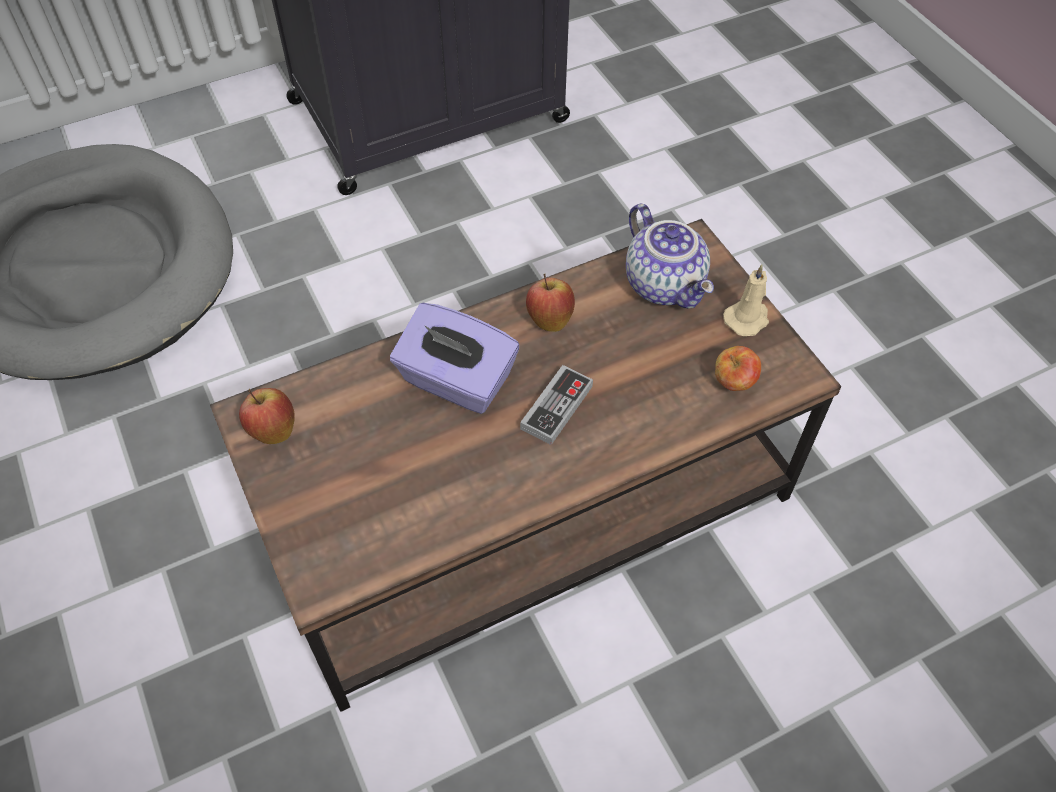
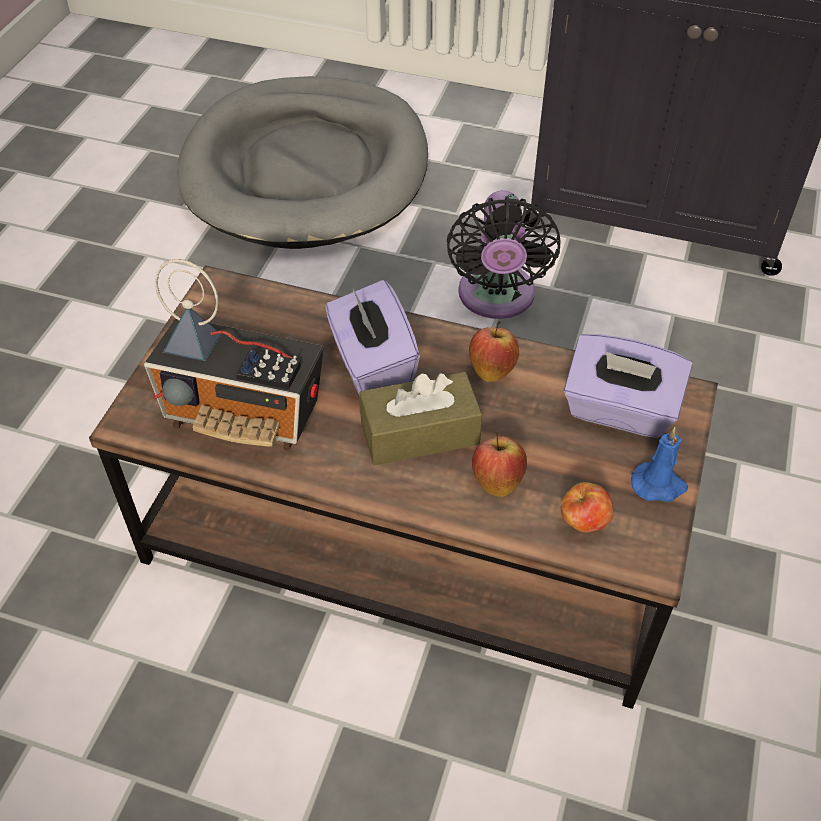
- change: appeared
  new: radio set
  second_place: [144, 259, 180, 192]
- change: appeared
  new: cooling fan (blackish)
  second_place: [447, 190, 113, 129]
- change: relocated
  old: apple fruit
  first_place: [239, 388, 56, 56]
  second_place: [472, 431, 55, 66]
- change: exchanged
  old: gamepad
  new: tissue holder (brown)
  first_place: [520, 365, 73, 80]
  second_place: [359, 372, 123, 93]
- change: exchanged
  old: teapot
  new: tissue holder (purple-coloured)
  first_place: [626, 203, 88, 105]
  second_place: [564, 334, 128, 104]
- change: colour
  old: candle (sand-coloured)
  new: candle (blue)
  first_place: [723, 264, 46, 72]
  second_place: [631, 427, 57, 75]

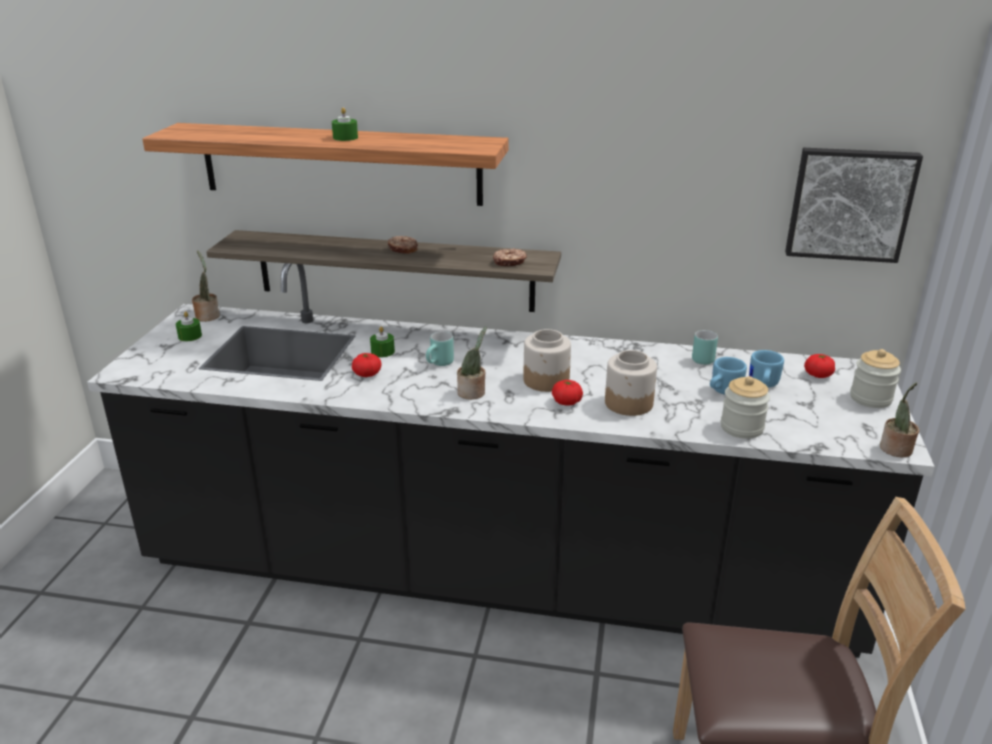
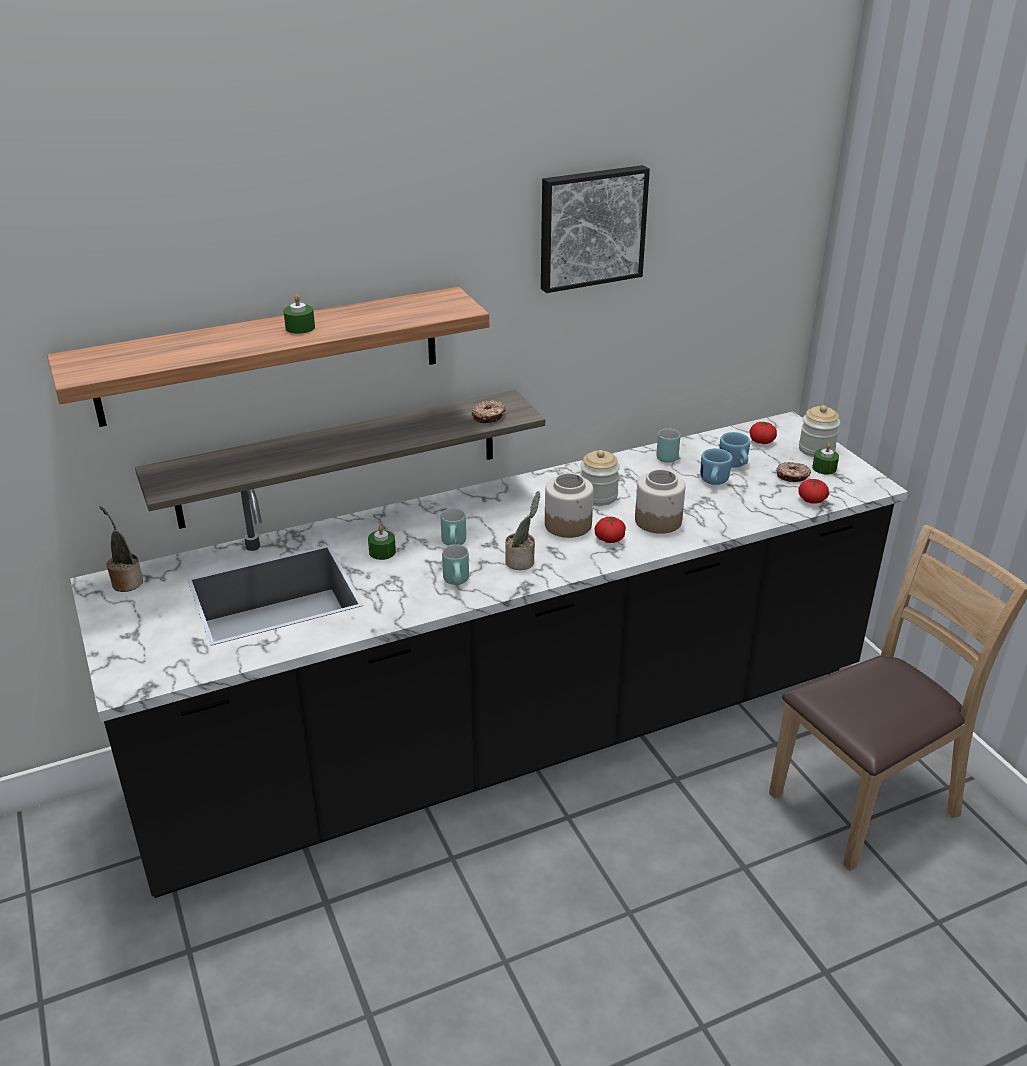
- change: missing
  old: potted plant
  first_place: [880, 382, 39, 76]
- change: appeared
  new: coffee mug (blue-green)
  second_place: [442, 544, 27, 42]
- change: relocated
  old: candle (greenish)
  first_place: [176, 311, 26, 30]
  second_place: [812, 443, 27, 32]
- change: relocated
  old: tomato
  first_place: [352, 353, 29, 24]
  second_place: [798, 479, 31, 25]
- change: relocated
  old: donut
  first_place: [388, 236, 30, 18]
  second_place: [777, 462, 34, 20]
- change: relocated
  old: preserve jar
  first_place: [721, 376, 49, 63]
  second_place: [580, 450, 40, 56]
- change: relocated
  old: wall picture
  first_place: [785, 148, 138, 115]
  second_place: [541, 165, 109, 128]

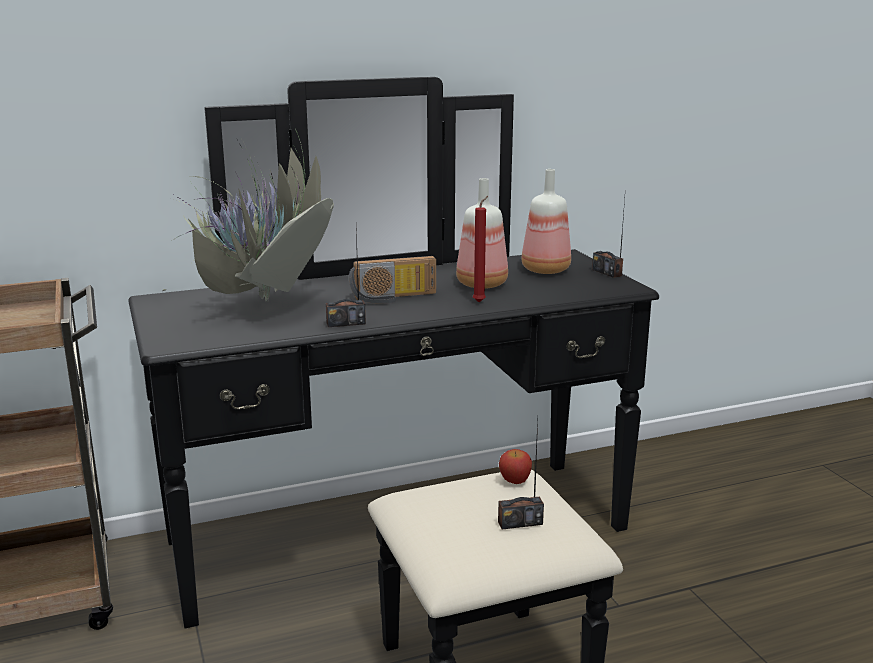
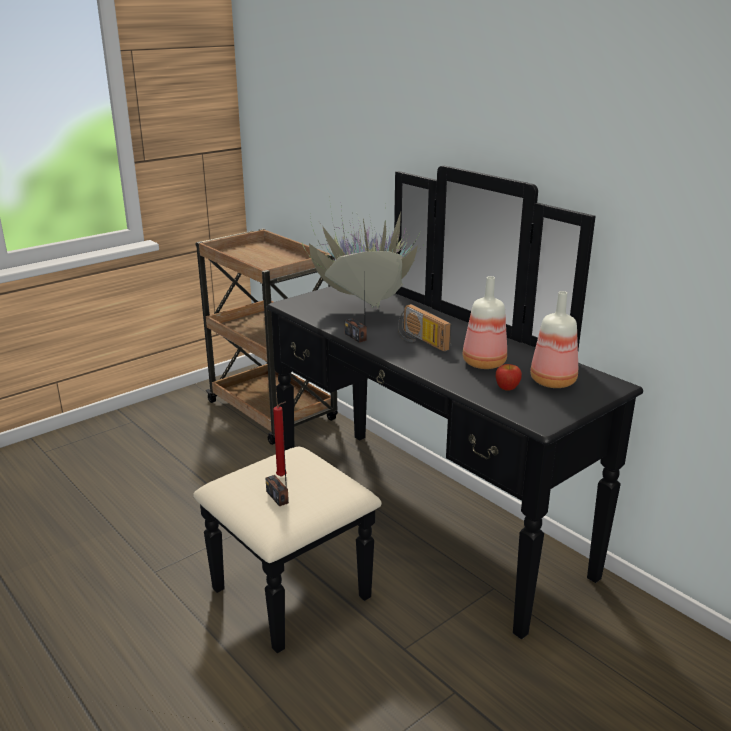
- change: missing
  old: radio set
  first_place: [592, 199, 33, 79]
- change: relocated
  old: candle (reddish)
  first_place: [473, 196, 15, 106]
  second_place: [273, 402, 14, 75]
- change: relocated
  old: apple fruit
  first_place: [499, 449, 33, 35]
  second_place: [496, 364, 26, 27]

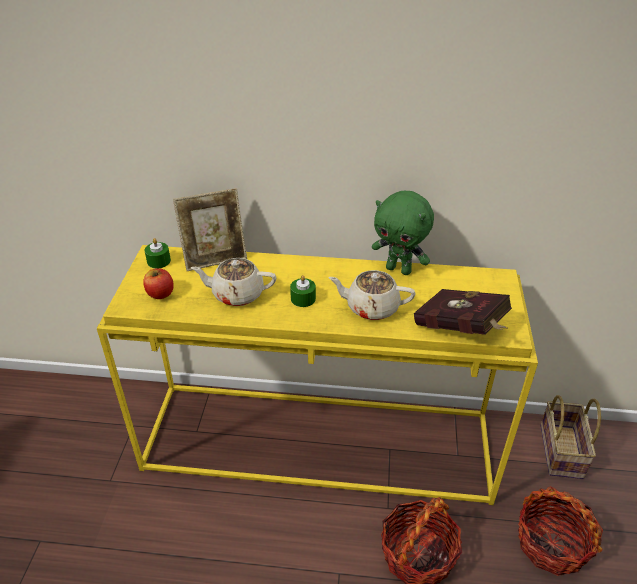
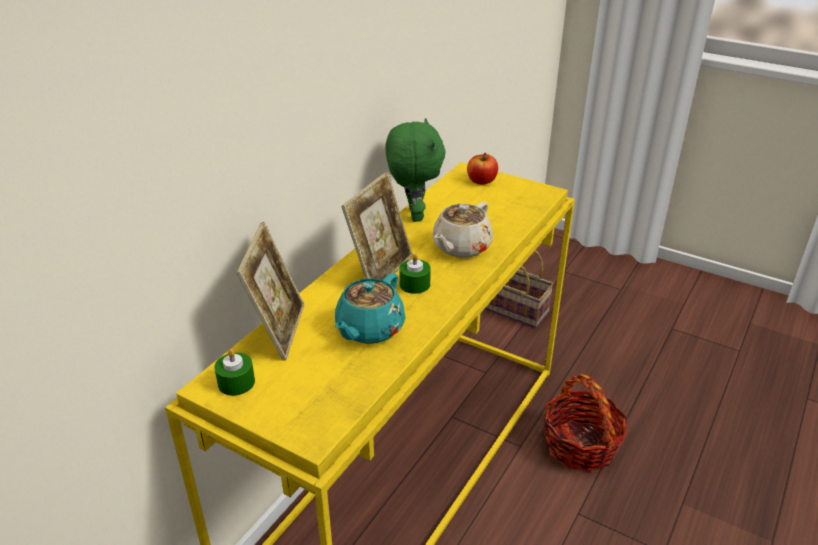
- change: missing
  old: book (reddish)
  first_place: [414, 289, 98, 46]
- change: missing
  old: basket
  first_place: [518, 486, 85, 90]
- change: appeared
  new: photo frame
  second_place: [341, 172, 72, 108]
- change: relocated
  old: apple fruit
  first_place: [143, 268, 31, 31]
  second_place: [467, 153, 31, 32]
- change: colour
  old: teapot (sand-coloured)
  new: teapot (blue-green)
  first_place: [191, 258, 85, 48]
  second_place: [335, 273, 70, 71]
- change: spun
  old: plush toy (greenish)
  first_place: [372, 191, 62, 84]
  second_place: [385, 118, 61, 104]
  degrees: -60

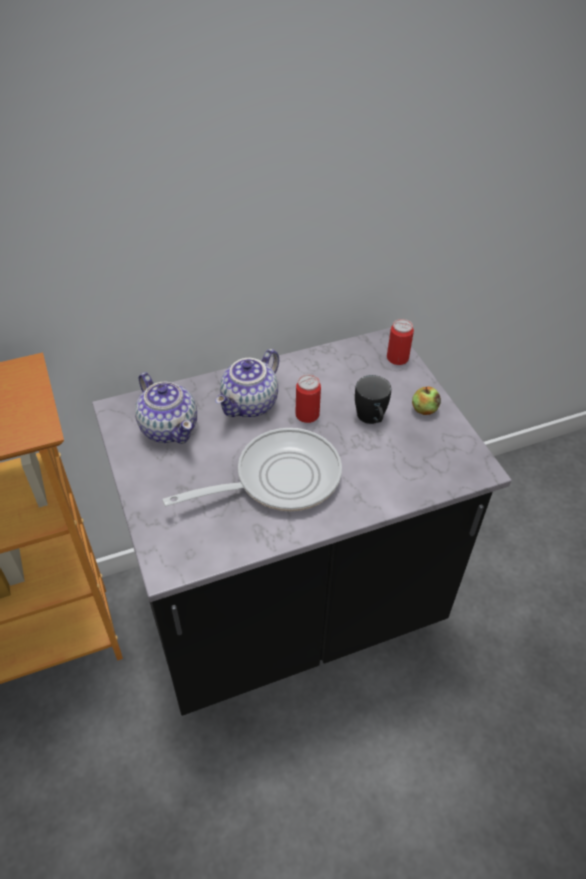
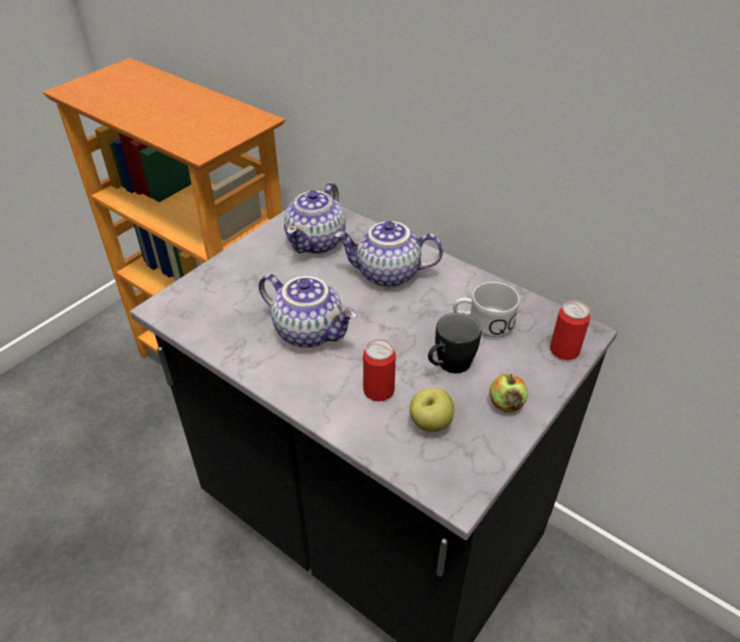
- change: appeared
  new: apple fruit
  second_place: [410, 387, 44, 45]
- change: appeared
  new: coffee mug (white)
  second_place: [453, 282, 67, 56]
- change: relocated
  old: metal can
  first_place: [296, 375, 25, 48]
  second_place: [363, 339, 33, 62]
- change: exchanged
  old: pan
  new: teapot
  first_place: [162, 428, 180, 83]
  second_place: [259, 274, 98, 74]

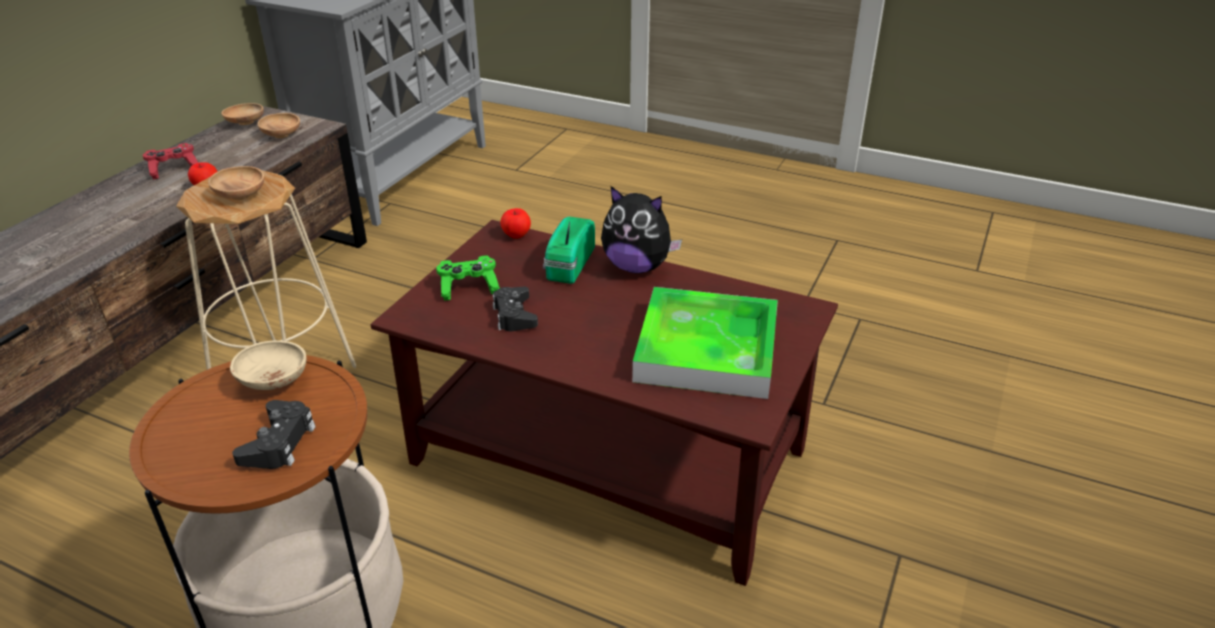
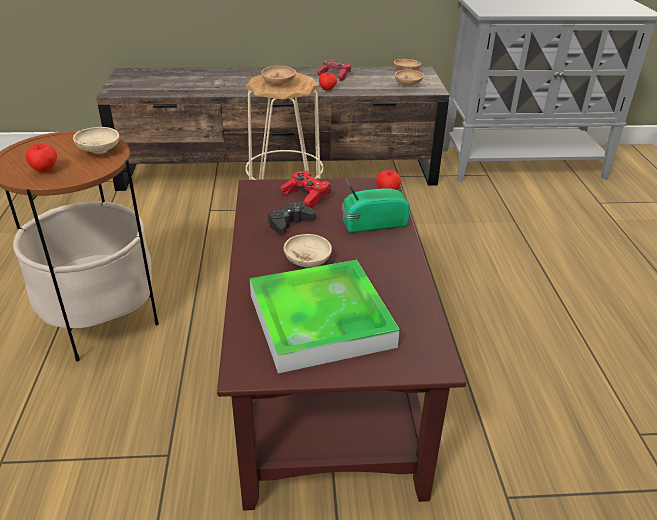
- change: missing
  old: plush toy
  first_place: [601, 186, 81, 87]
- change: appeared
  new: serving bowl (sand-coloured)
  second_place: [284, 234, 48, 33]
- change: exchanged
  old: gamepad (blackish)
  new: apple fruit
  first_place: [232, 400, 84, 69]
  second_place: [26, 144, 31, 28]
- change: colour
  old: gamepad (greenish)
  new: gamepad (reddish)
  first_place: [436, 255, 64, 46]
  second_place: [280, 171, 51, 37]

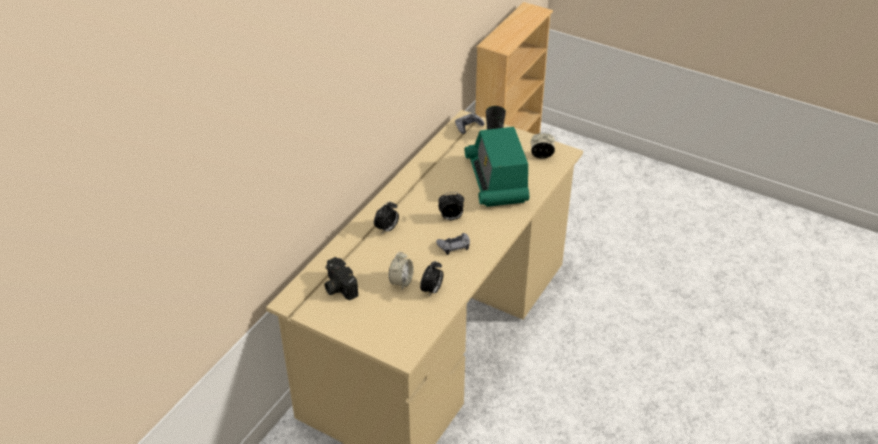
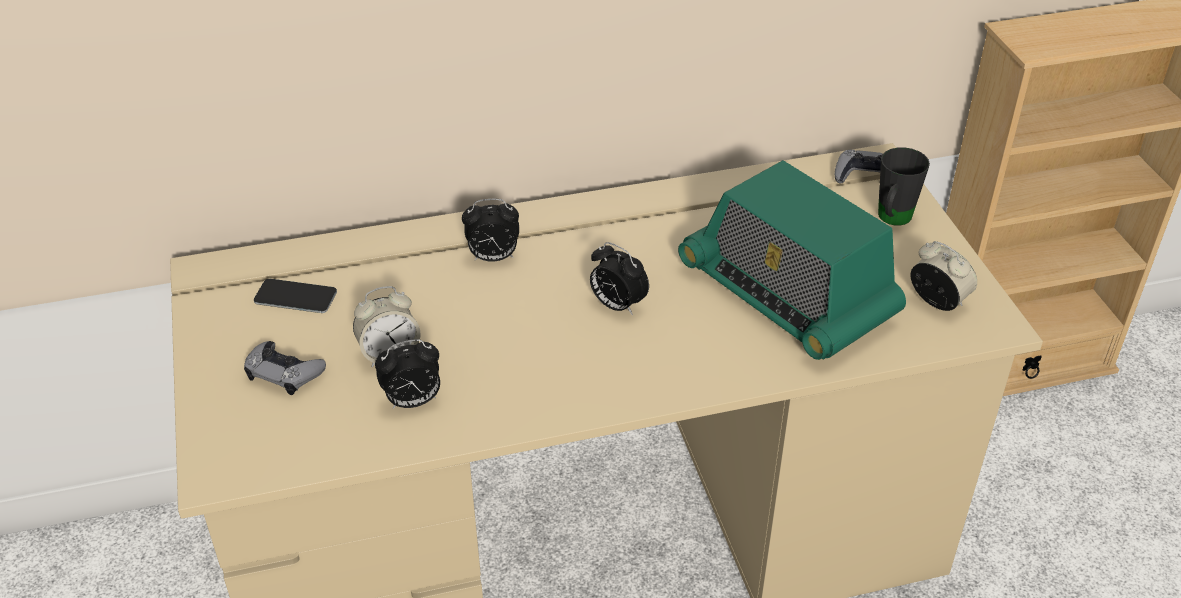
- change: relocated
  old: gamepad (greyish)
  first_place: [436, 233, 34, 22]
  second_place: [244, 341, 82, 54]
- change: exchanged
  old: still camera
  new: handset
  first_place: [325, 257, 33, 44]
  second_place: [254, 279, 83, 34]
- change: spun
  old: radio set
  first_place: [465, 127, 64, 80]
  second_place: [678, 160, 228, 200]
  degrees: -75

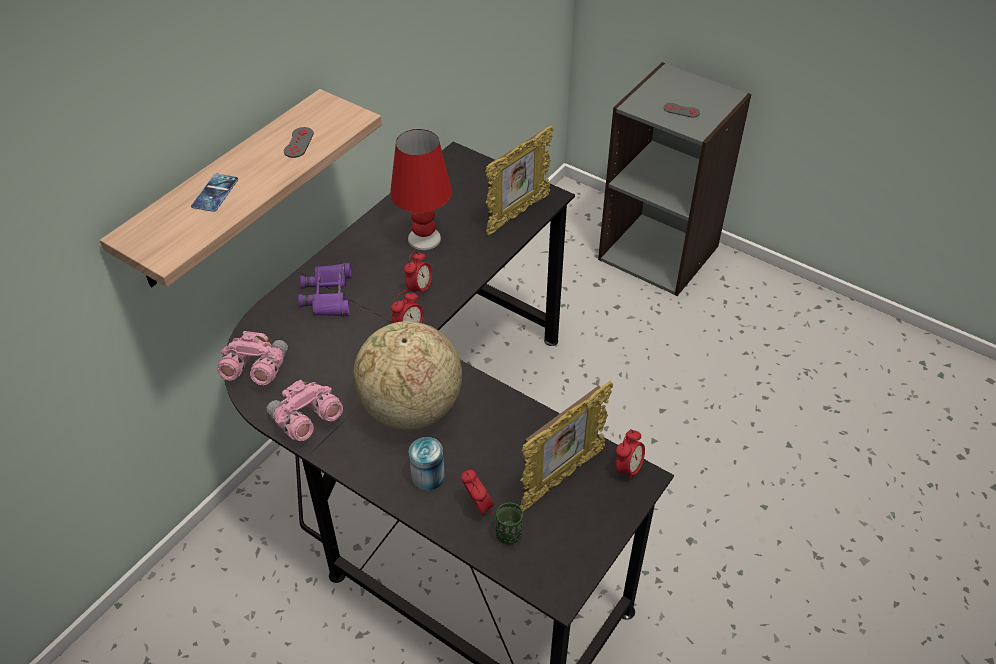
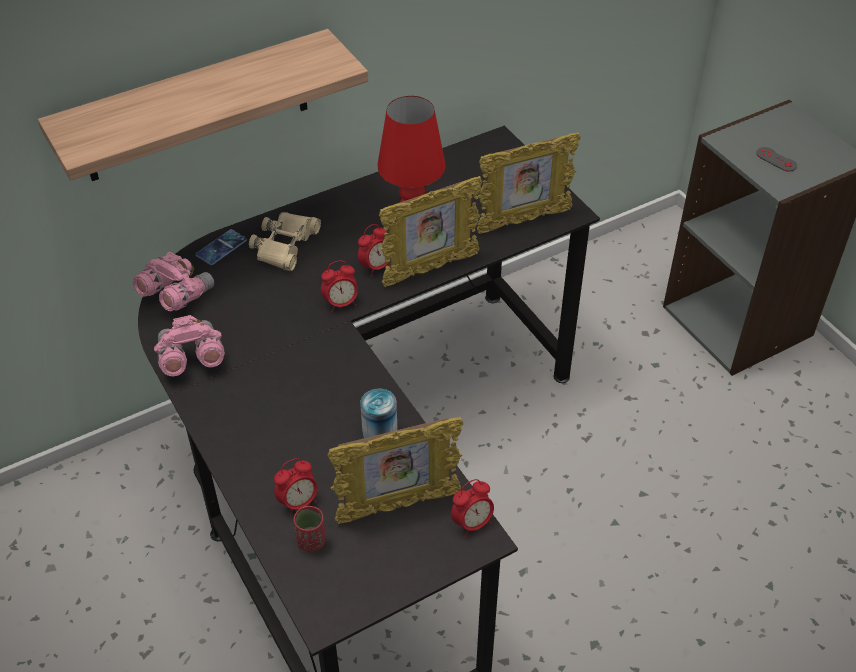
- change: missing
  old: gamepad (greyish)
  first_place: [284, 127, 30, 31]
- change: missing
  old: desk globe
  first_place: [353, 321, 109, 108]
- change: appeared
  new: photo frame
  second_place: [379, 176, 103, 111]
- change: relocated
  old: handset
  first_place: [191, 174, 48, 38]
  second_place: [196, 229, 51, 36]
- change: relocated
  old: metal can
  first_place: [409, 437, 36, 54]
  second_place: [360, 388, 38, 50]
- change: colour
  old: field glasses (purple-coloured)
  new: field glasses (sand-coloured)
  first_place: [298, 263, 53, 53]
  second_place: [249, 212, 72, 59]
- change: colour
  old: small cup (greenish)
  new: small cup (reddish)
  first_place: [496, 502, 27, 43]
  second_place: [293, 506, 32, 46]
- change: spun
  old: alarm clock
  first_place: [461, 470, 33, 45]
  second_place: [274, 458, 44, 58]
  degrees: 60

